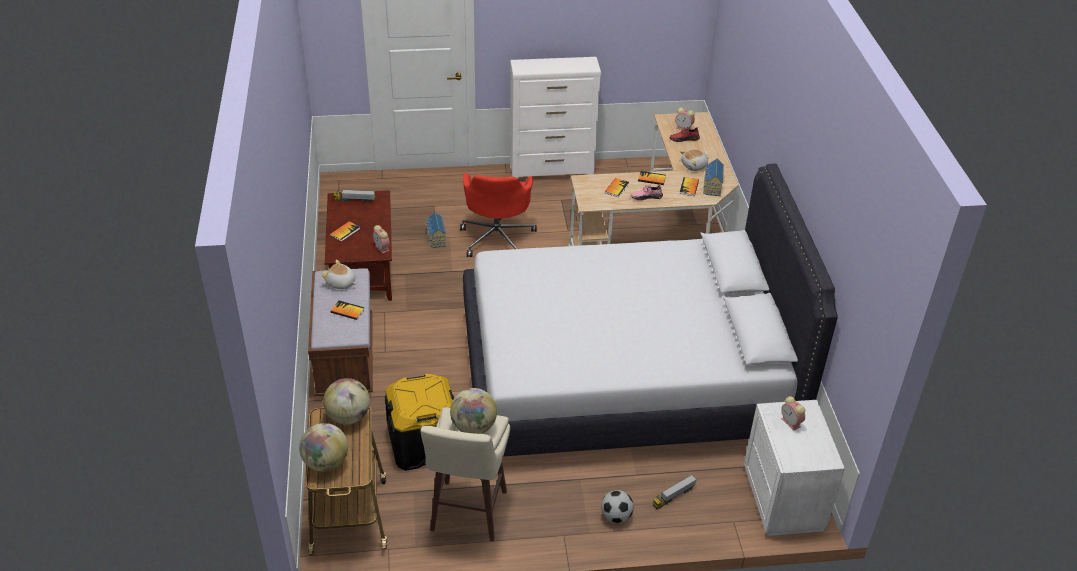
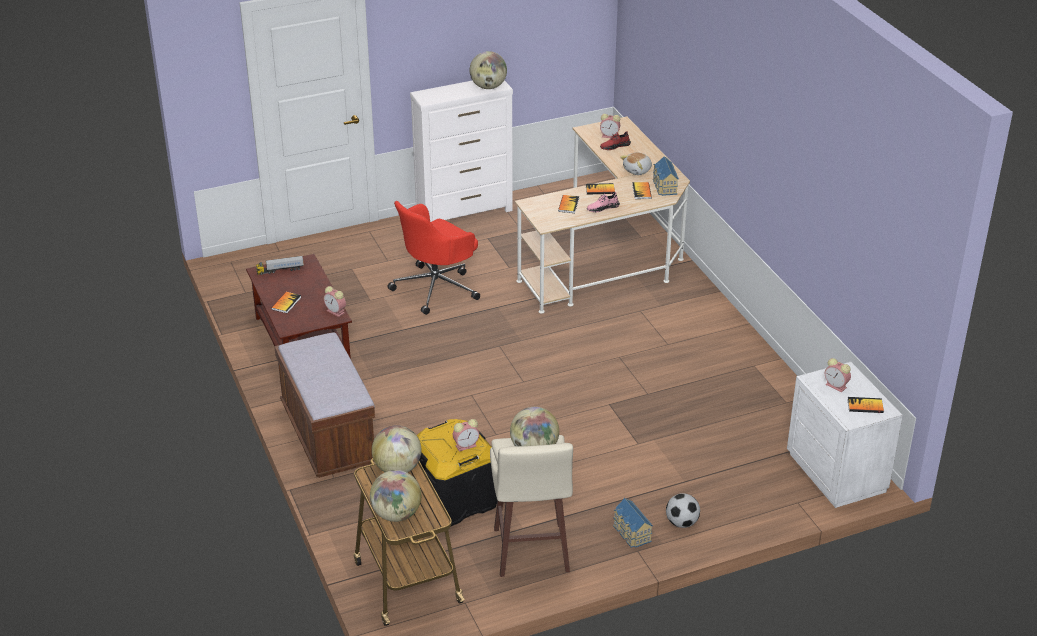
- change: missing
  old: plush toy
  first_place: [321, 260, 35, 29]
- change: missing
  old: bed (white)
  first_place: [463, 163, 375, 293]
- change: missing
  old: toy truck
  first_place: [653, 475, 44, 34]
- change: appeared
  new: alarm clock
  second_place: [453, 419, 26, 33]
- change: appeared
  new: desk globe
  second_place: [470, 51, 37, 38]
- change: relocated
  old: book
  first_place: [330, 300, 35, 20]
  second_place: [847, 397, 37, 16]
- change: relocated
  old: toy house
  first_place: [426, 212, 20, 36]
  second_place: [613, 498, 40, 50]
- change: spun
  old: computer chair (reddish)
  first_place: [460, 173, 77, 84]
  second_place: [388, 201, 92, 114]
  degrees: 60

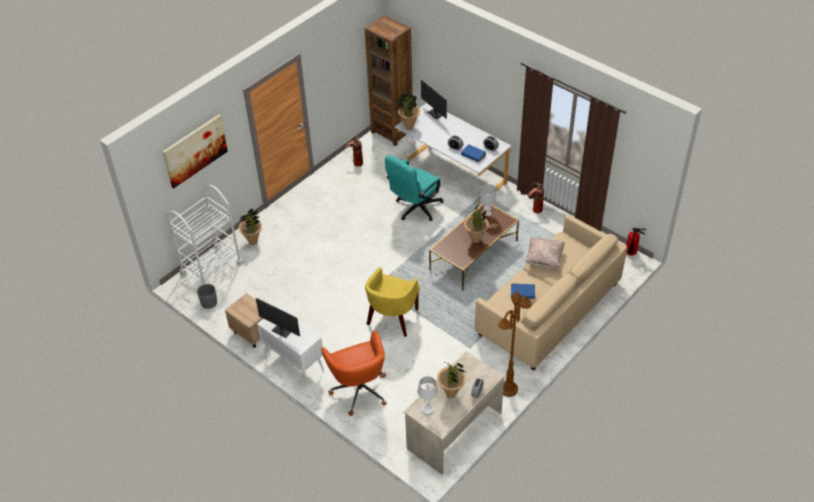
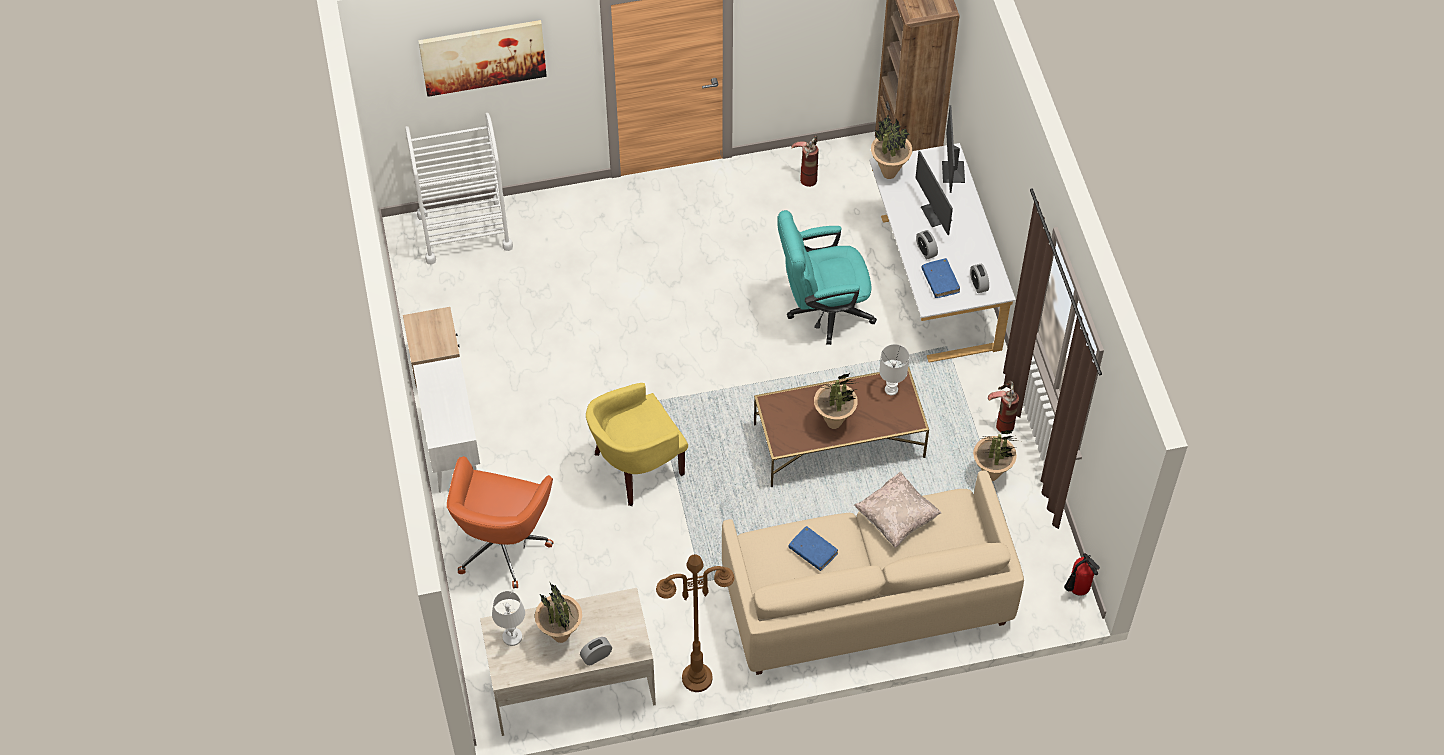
- change: missing
  old: flower pot (greyish)
  first_place: [197, 284, 20, 25]
- change: relocated
  old: potted plant
  first_place: [239, 208, 23, 37]
  second_place: [973, 430, 45, 51]
- change: relocated
  old: computer screen
  first_place: [256, 298, 44, 40]
  second_place: [915, 151, 38, 84]

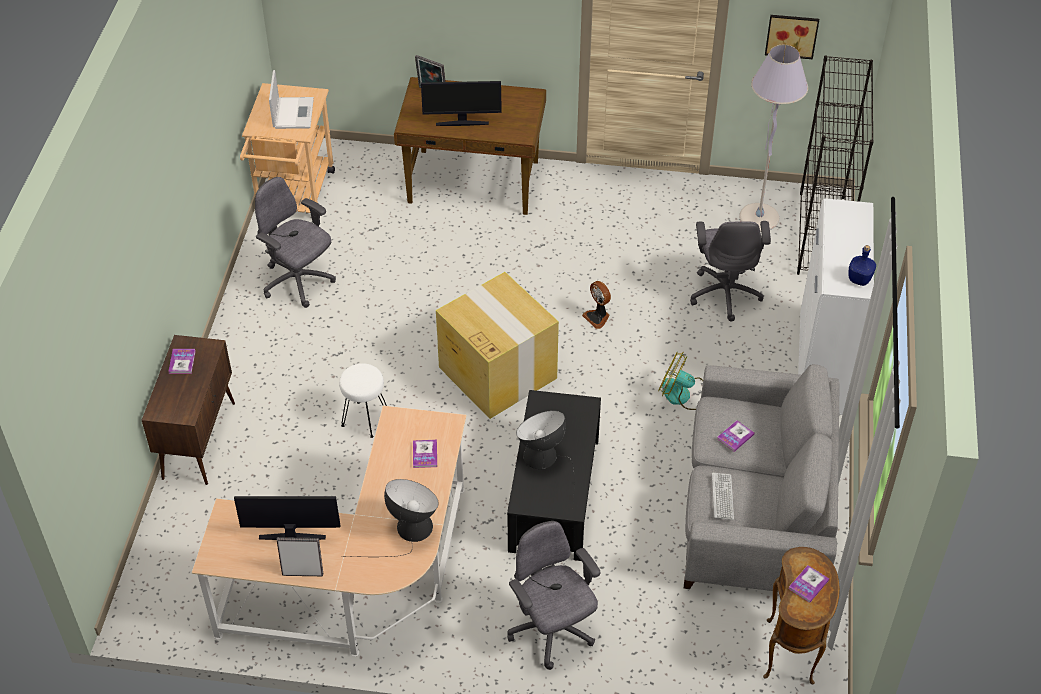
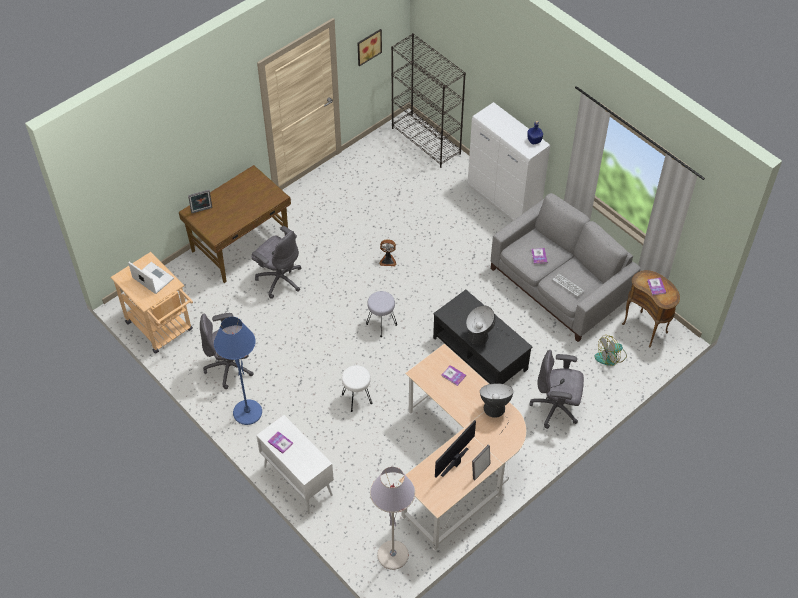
- change: missing
  old: computer screen
  first_place: [421, 81, 81, 45]
- change: appeared
  new: standing lamp (blue)
  second_place: [214, 317, 48, 108]
- change: relocated
  old: cooling fan
  first_place: [658, 352, 45, 58]
  second_place: [594, 335, 33, 31]
- change: relocated
  old: computer chair (greyish)
  first_place: [690, 221, 81, 101]
  second_place: [251, 226, 50, 73]
- change: relocated
  old: standing lamp (greyish)
  first_place: [739, 45, 69, 187]
  second_place: [370, 467, 45, 103]
- change: exchanged
  old: cardboard box
  new: sitting stool (greyish)
  first_place: [436, 272, 123, 147]
  second_place: [366, 291, 31, 46]
- change: colour
  old: storage cabinet (brown)
  new: storage cabinet (white)
  first_place: [142, 335, 93, 150]
  second_place: [256, 415, 78, 99]

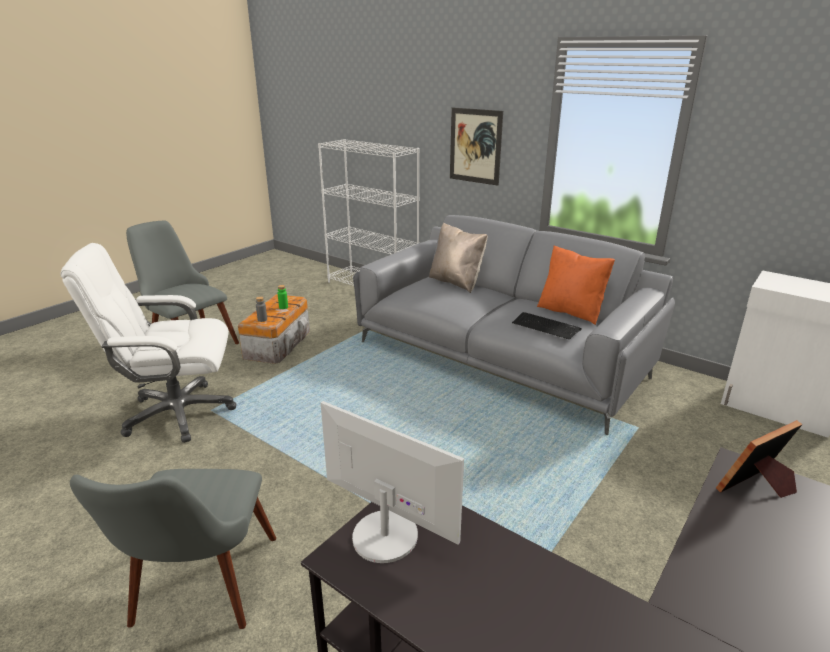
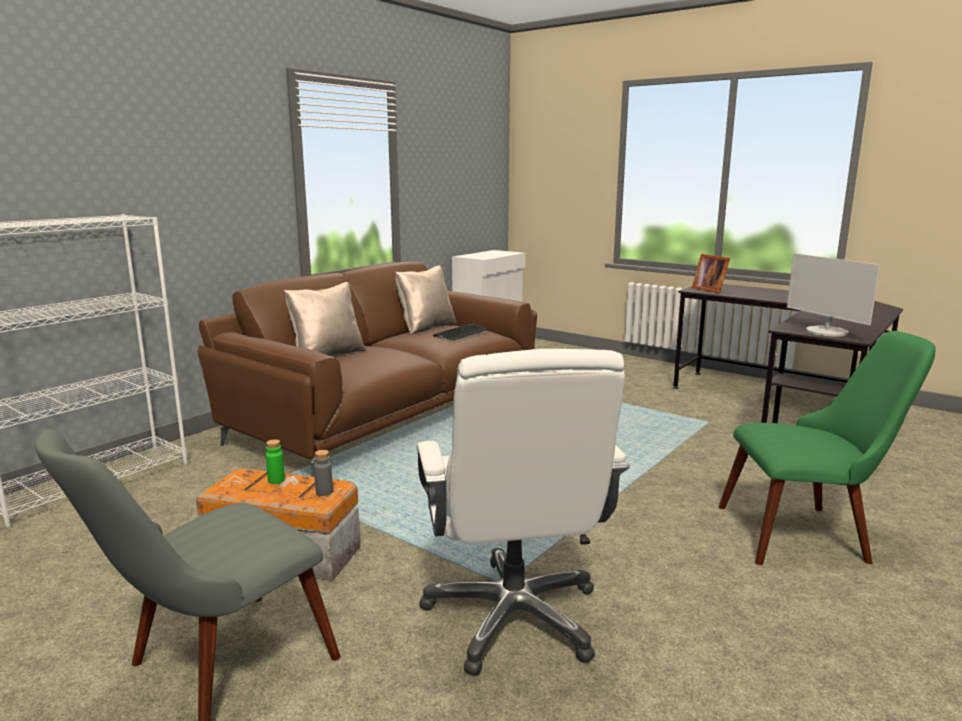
- change: missing
  old: wall picture
  first_place: [450, 107, 53, 79]
- change: colour
  old: plain chair (greyish)
  new: plain chair (greenish)
  first_place: [70, 469, 206, 160]
  second_place: [719, 331, 216, 234]
- change: colour
  old: sofa (greyish)
  new: sofa (brown)
  first_place: [353, 215, 322, 220]
  second_place: [198, 262, 339, 215]
- change: colour
  old: cushion (orange-coloured)
  new: cushion (sand-coloured)
  first_place: [537, 245, 78, 80]
  second_place: [395, 265, 61, 70]
- change: spun
  old: computer screen
  first_place: [321, 401, 143, 162]
  second_place: [787, 253, 93, 84]
  degrees: -60

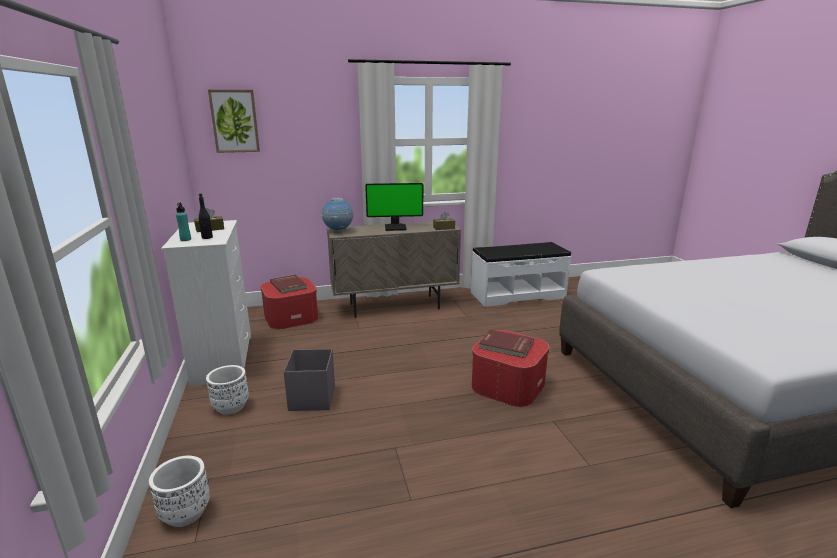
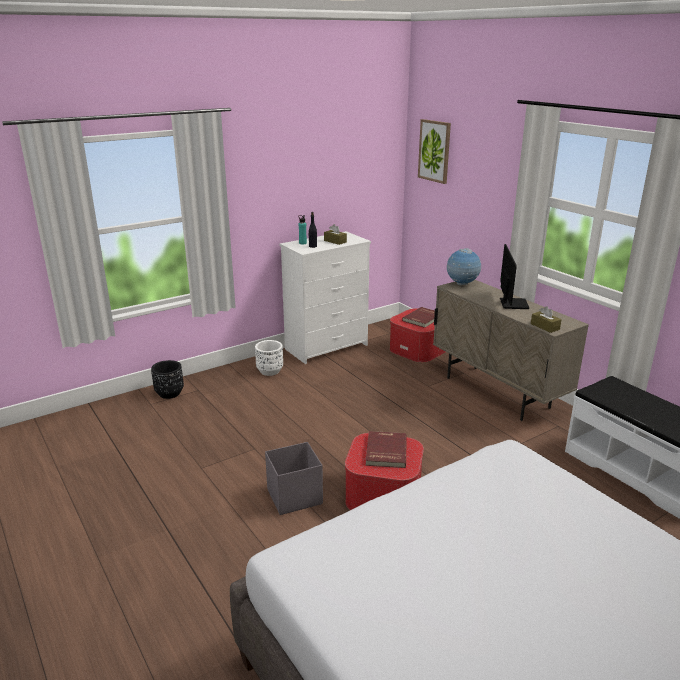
- change: relocated
  old: storage container (greyish)
  first_place: [284, 349, 51, 62]
  second_place: [265, 442, 58, 73]
- change: colour
  old: flower pot (white)
  new: flower pot (blackish)
  first_place: [149, 456, 61, 71]
  second_place: [151, 360, 33, 39]
- change: spun
  old: computer screen
  first_place: [365, 183, 58, 48]
  second_place: [500, 244, 30, 65]
  degrees: -150

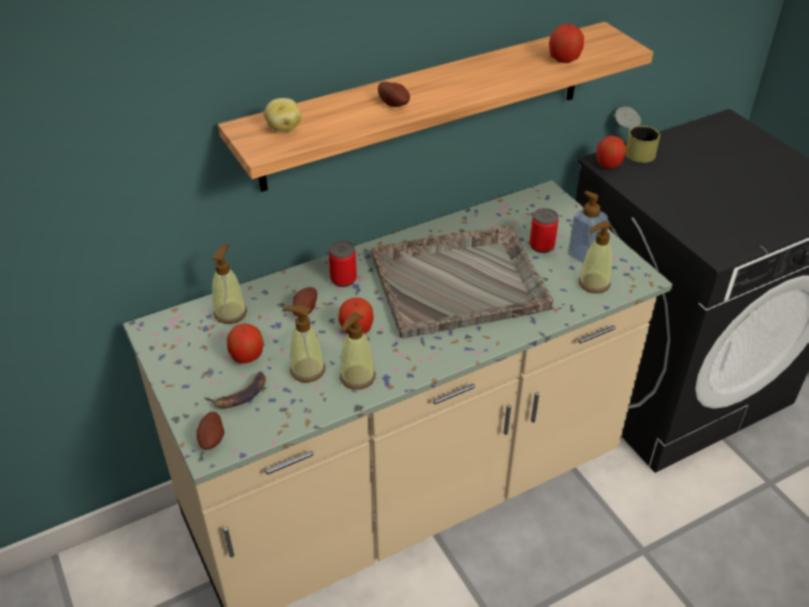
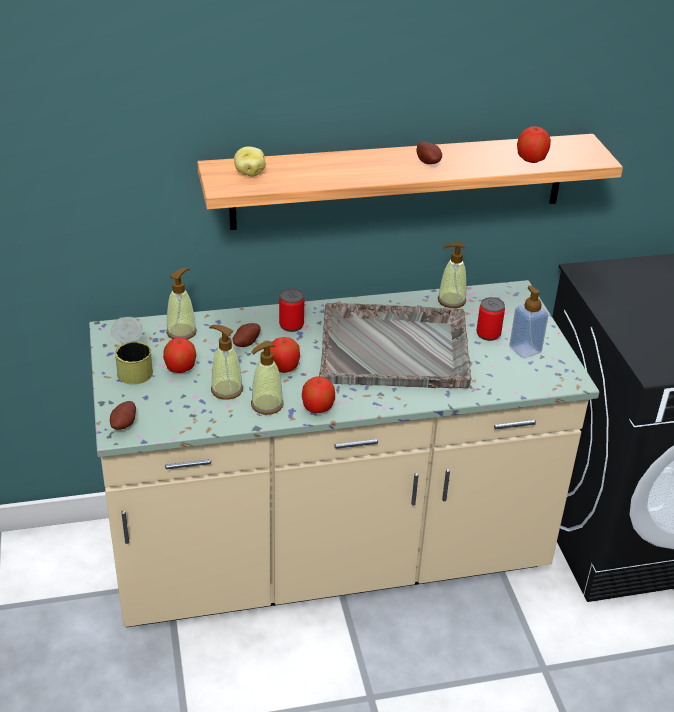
- change: missing
  old: banana fruit
  first_place: [205, 371, 61, 37]
- change: relocated
  old: whole potato
  first_place: [378, 82, 32, 25]
  second_place: [417, 141, 25, 23]
- change: relocated
  old: liquid soap bottle
  first_place: [578, 221, 36, 73]
  second_place: [438, 242, 29, 66]
- change: relocated
  old: apple fruit
  first_place: [596, 136, 30, 33]
  second_place: [302, 376, 33, 37]
- change: relocated
  old: metal can
  first_place: [615, 106, 45, 57]
  second_place: [111, 317, 42, 68]

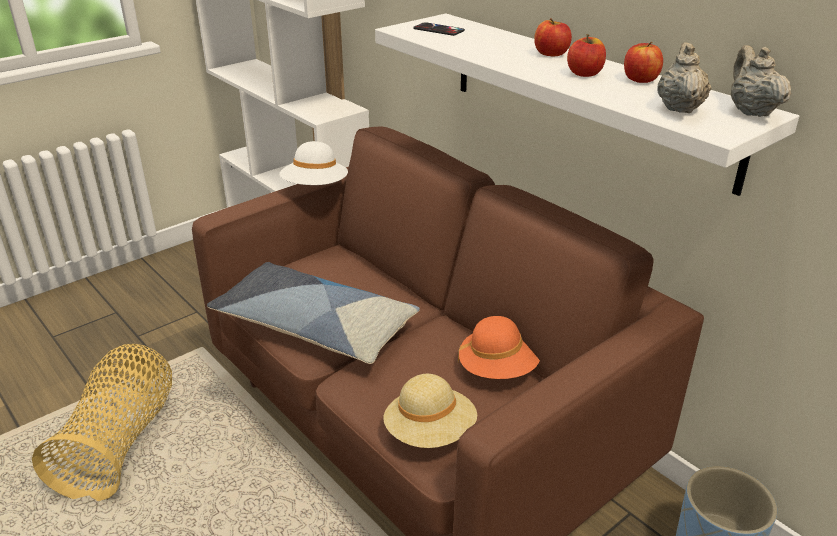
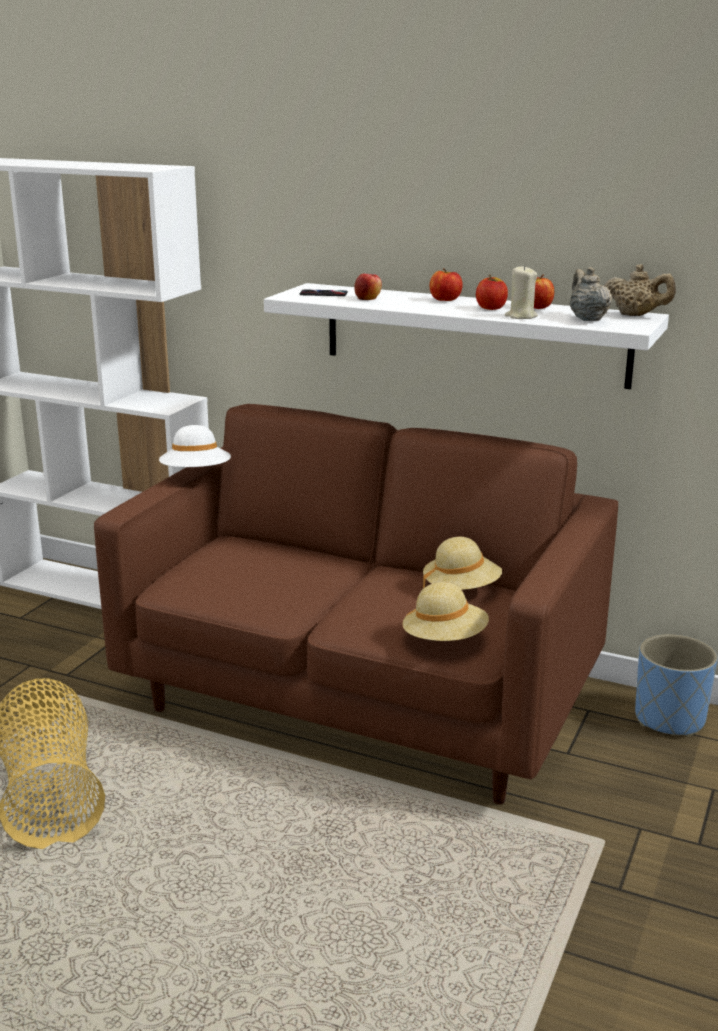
- change: missing
  old: cushion
  first_place: [207, 262, 213, 102]
- change: appeared
  new: apple fruit
  second_place: [354, 273, 28, 27]
- change: appeared
  new: candle (sand-coloured)
  second_place: [505, 265, 33, 54]
- change: colour
  old: clothing hat (orange-coloured)
  new: clothing hat (sand-coloured)
  first_place: [458, 316, 82, 63]
  second_place: [423, 537, 79, 53]
- change: spun
  old: teapot (sand-coloured)
  first_place: [731, 45, 60, 72]
  second_place: [603, 264, 73, 52]
  degrees: 150

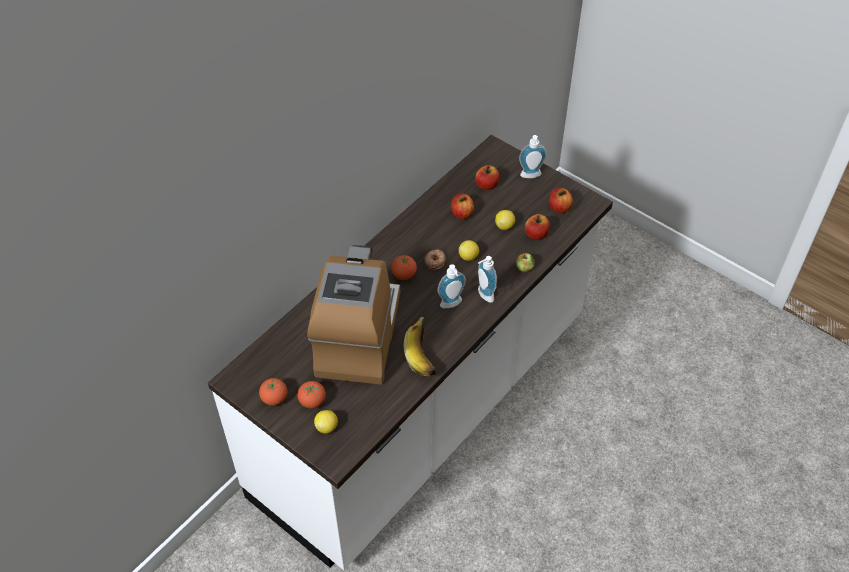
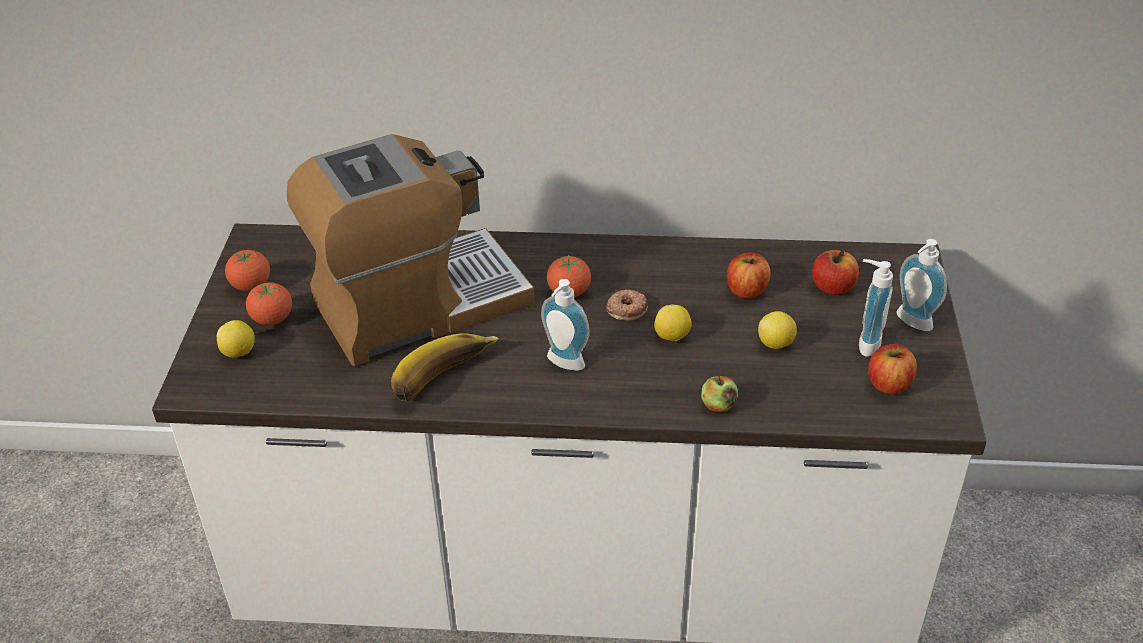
- change: missing
  old: apple fruit
  first_place: [525, 214, 25, 26]
- change: relocated
  old: liquid soap bottle
  first_place: [478, 256, 19, 47]
  second_place: [859, 259, 34, 98]

